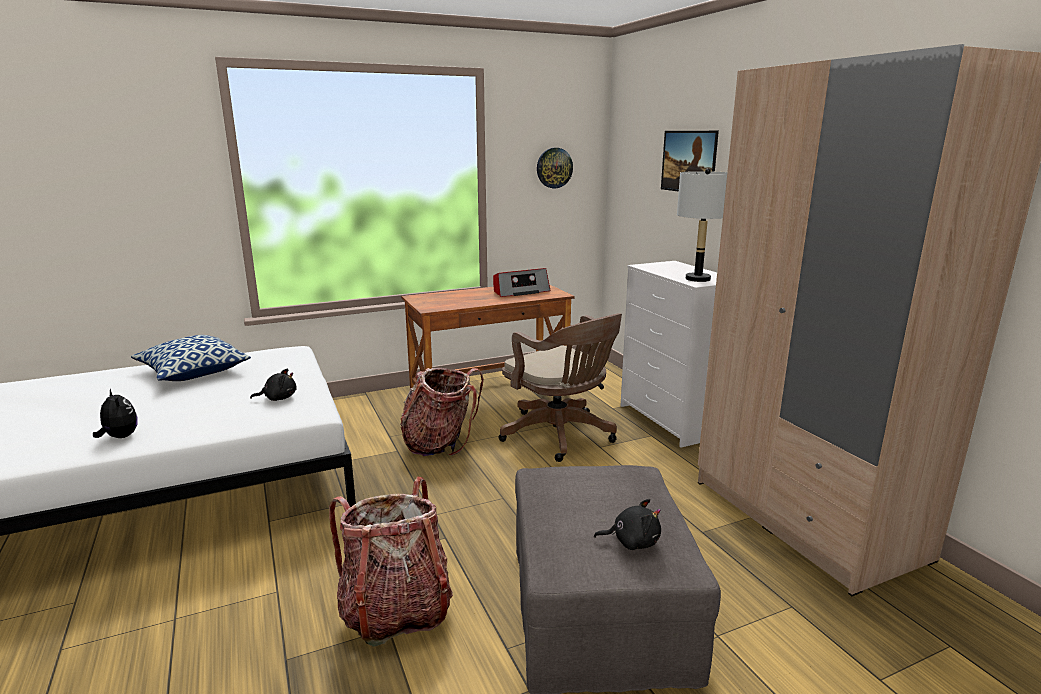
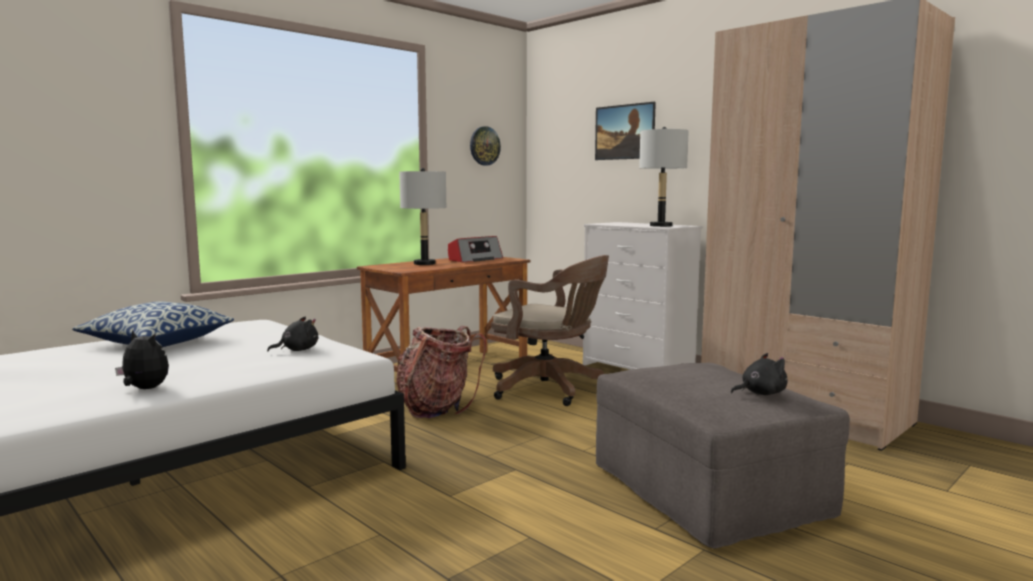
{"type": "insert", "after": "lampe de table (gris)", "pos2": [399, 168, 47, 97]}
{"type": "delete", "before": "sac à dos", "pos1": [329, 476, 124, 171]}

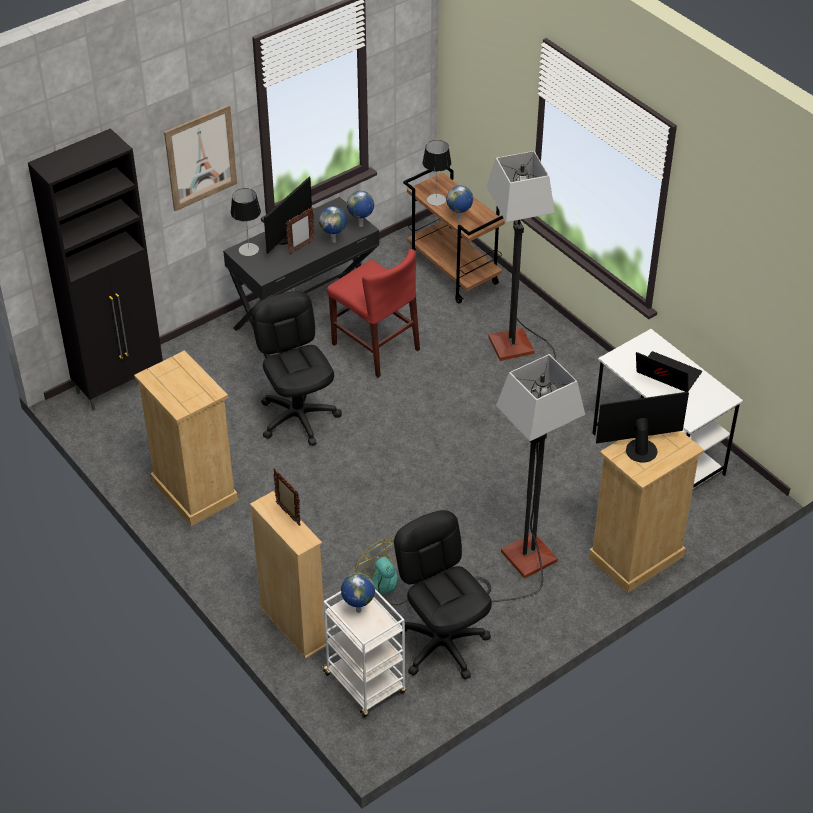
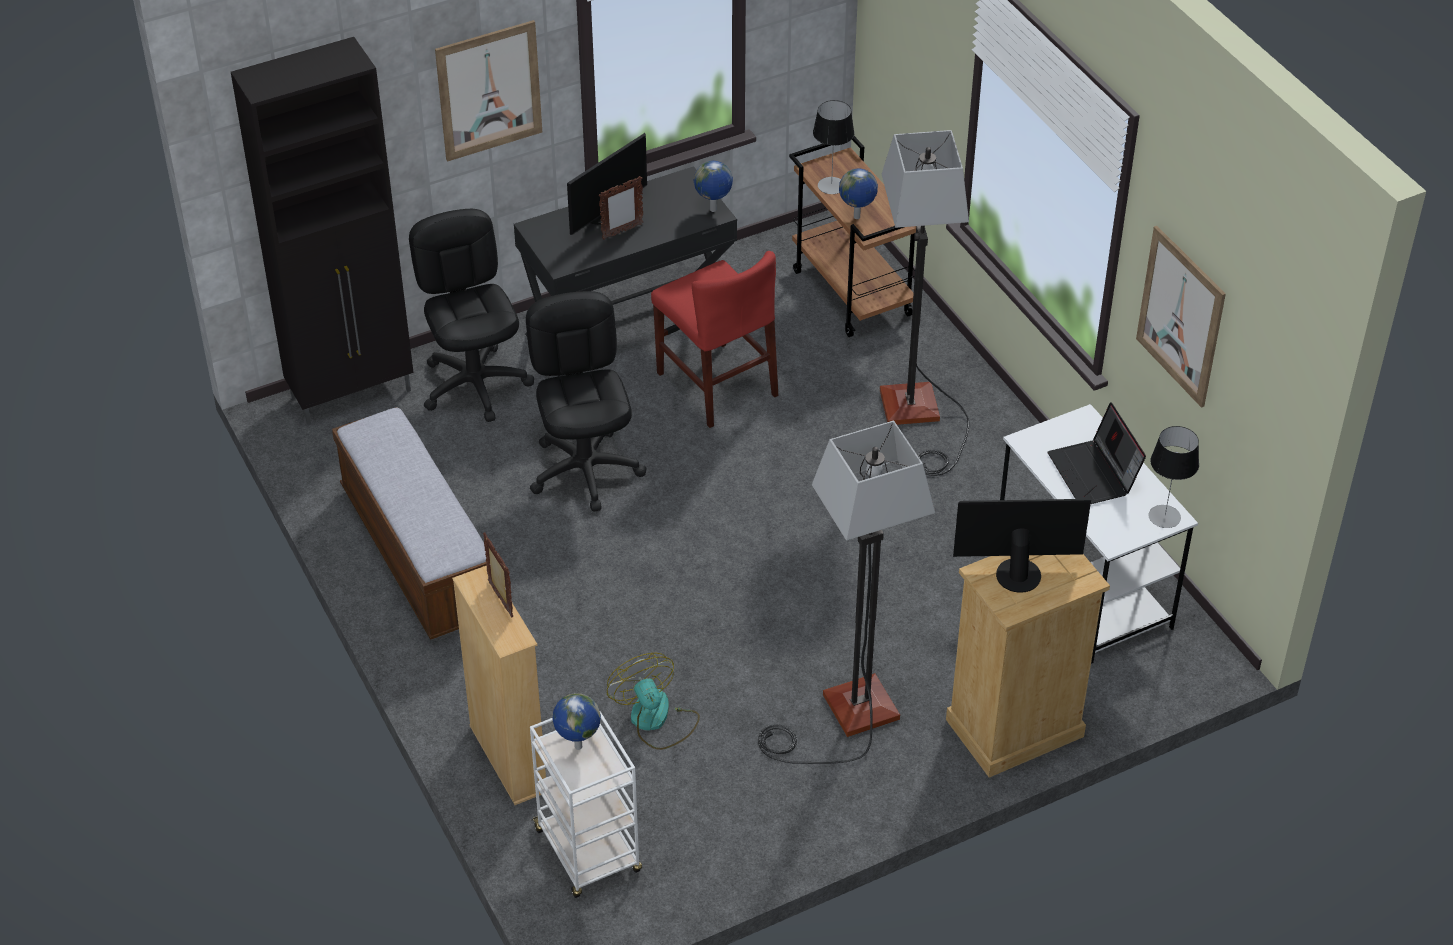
{"type": "replace", "before": "commode (beige)", "after": "banc", "pos1": [134, 350, 104, 176], "pos2": [332, 407, 155, 233]}
{"type": "move", "before": "chaise de bureau (noir)", "pos1": [394, 510, 98, 170], "pos2": [409, 209, 125, 213]}
{"type": "rotate", "before": "ordinateur portable", "pos1": [636, 351, 66, 41], "pos2": [1047, 402, 99, 102], "turn": -150}
{"type": "insert", "after": "tableau", "pos2": [1136, 226, 90, 182]}
{"type": "move", "before": "lampe de table", "pos1": [230, 188, 31, 68], "pos2": [1149, 426, 50, 102]}
{"type": "delete", "before": "globe", "pos1": [319, 206, 28, 37]}

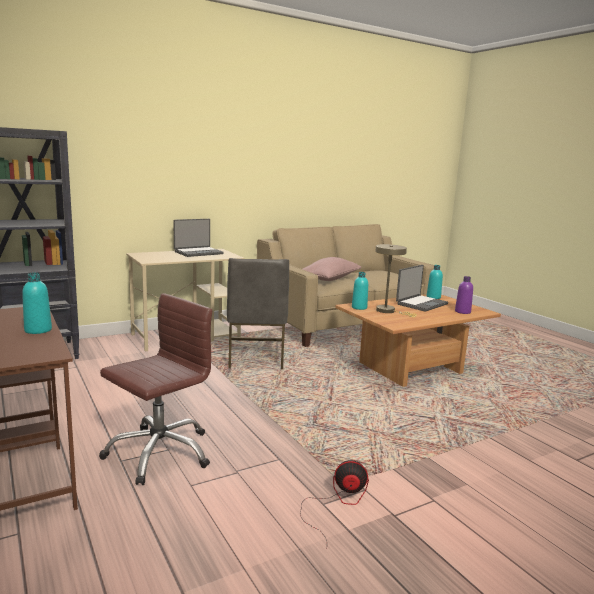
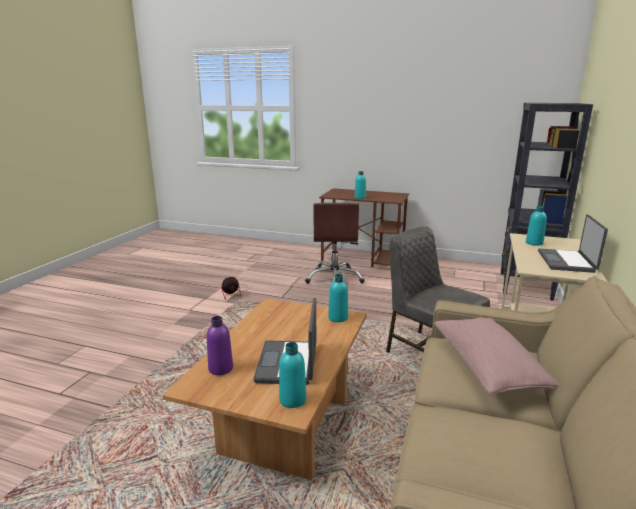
{"type": "insert", "after": "bouteille (turquoise)", "pos2": [526, 206, 21, 40]}
{"type": "delete", "before": "lampe de table (beige)", "pos1": [375, 244, 42, 73]}

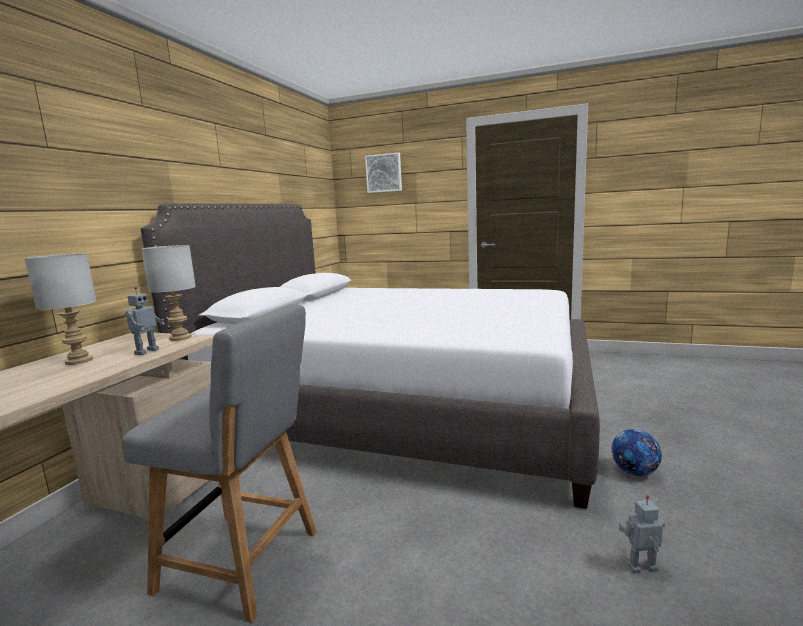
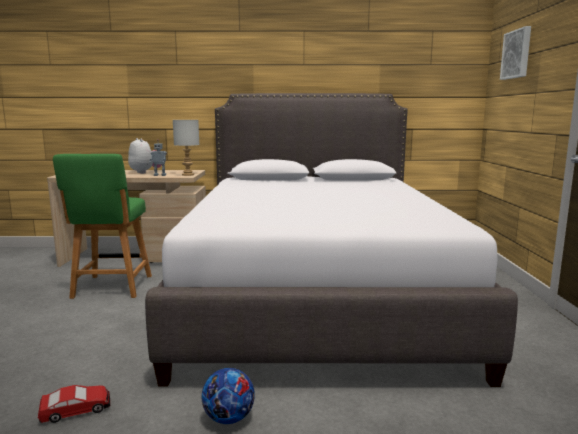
{"type": "replace", "before": "robot jouet", "after": "petite voiture", "pos1": [619, 495, 46, 79], "pos2": [38, 385, 72, 38]}
{"type": "recolor", "before": "chaise (gris)", "after": "chaise (vert)", "pos1": [121, 304, 196, 319], "pos2": [53, 154, 99, 145]}
{"type": "replace", "before": "lampe de table (gris)", "after": "peluche", "pos1": [24, 253, 72, 112], "pos2": [128, 138, 34, 36]}

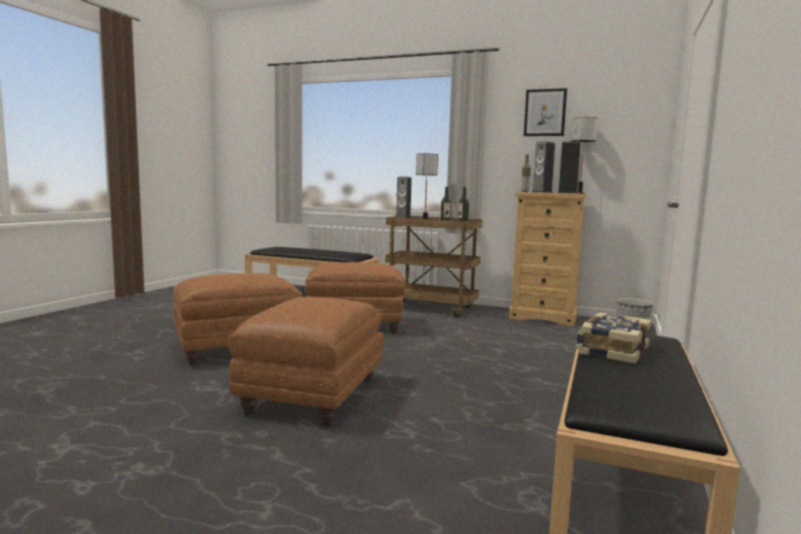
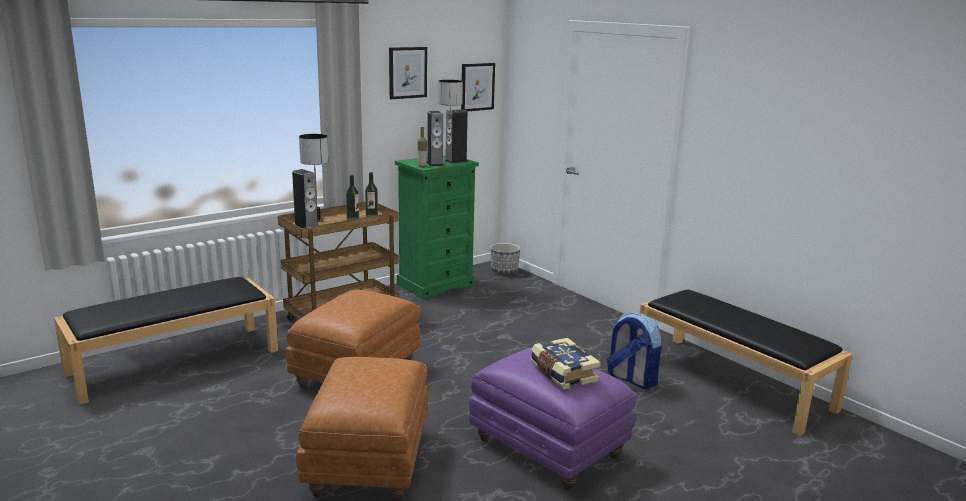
{"type": "recolor", "before": "commode (beige)", "after": "commode (vert)", "pos1": [509, 192, 78, 134], "pos2": [395, 155, 84, 144]}
{"type": "insert", "after": "tableau", "pos2": [461, 63, 34, 48]}
{"type": "recolor", "before": "pouf (marron)", "after": "pouf (violet)", "pos1": [228, 297, 156, 130], "pos2": [469, 347, 168, 143]}
{"type": "move", "before": "livre", "pos1": [576, 312, 75, 52], "pos2": [531, 338, 70, 51]}
{"type": "insert", "after": "sac à dos", "pos2": [607, 313, 54, 76]}

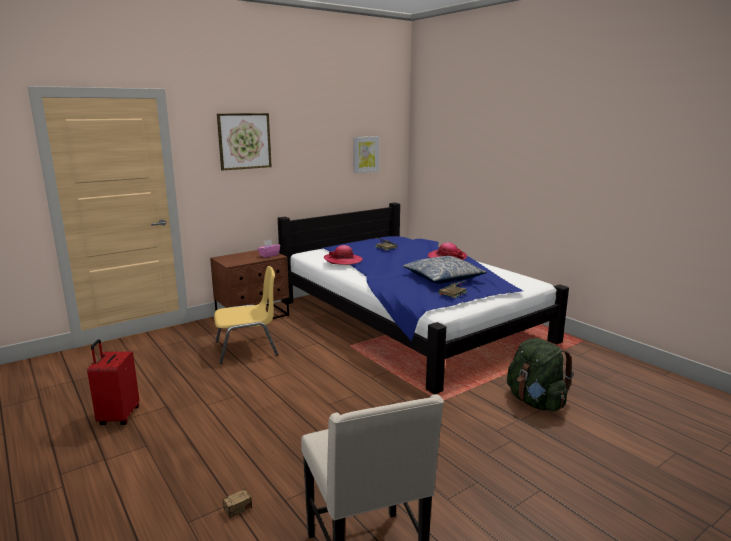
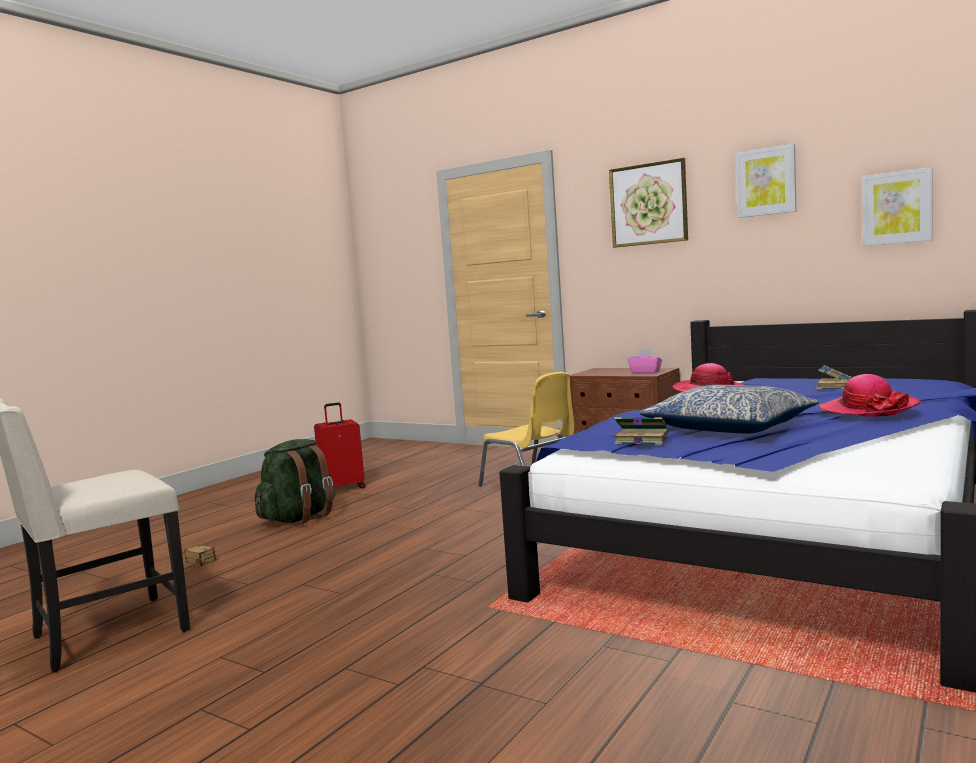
{"type": "move", "before": "sac à dos (vert)", "pos1": [507, 338, 66, 74], "pos2": [255, 439, 80, 86]}
{"type": "insert", "after": "tableau", "pos2": [735, 144, 61, 74]}

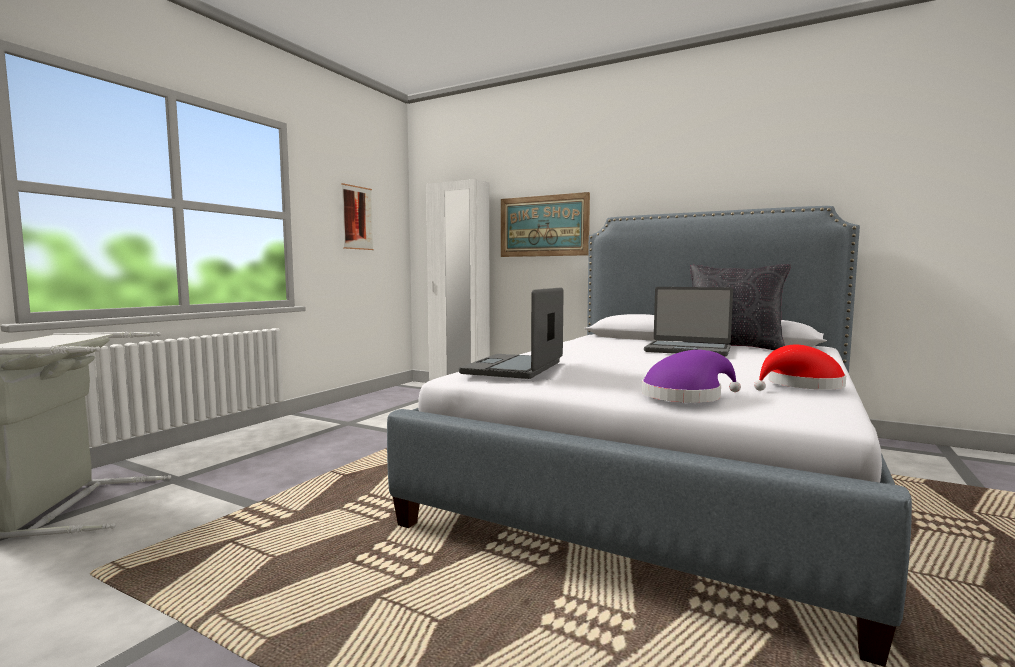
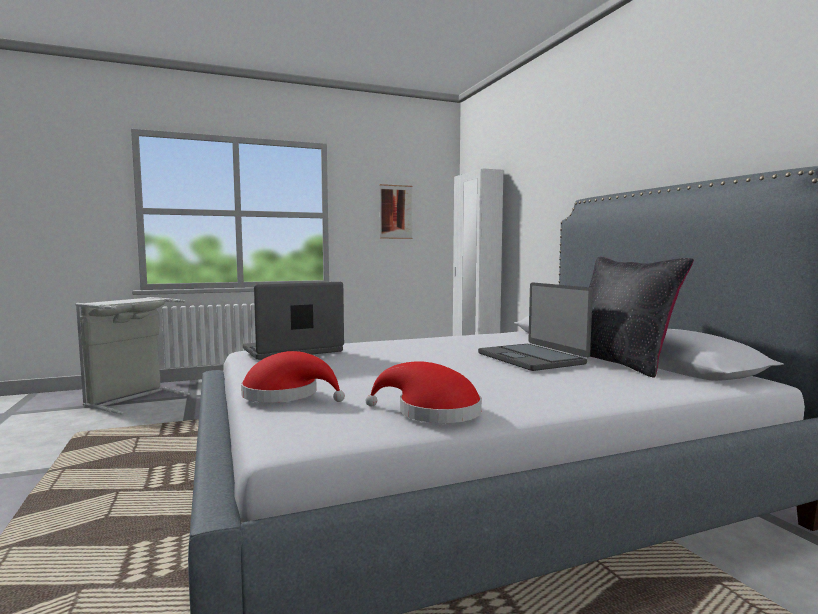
{"type": "recolor", "before": "chapeau (violet)", "after": "chapeau (rouge)", "pos1": [642, 350, 99, 53], "pos2": [241, 351, 104, 51]}
{"type": "delete", "before": "tableau", "pos1": [501, 192, 89, 65]}

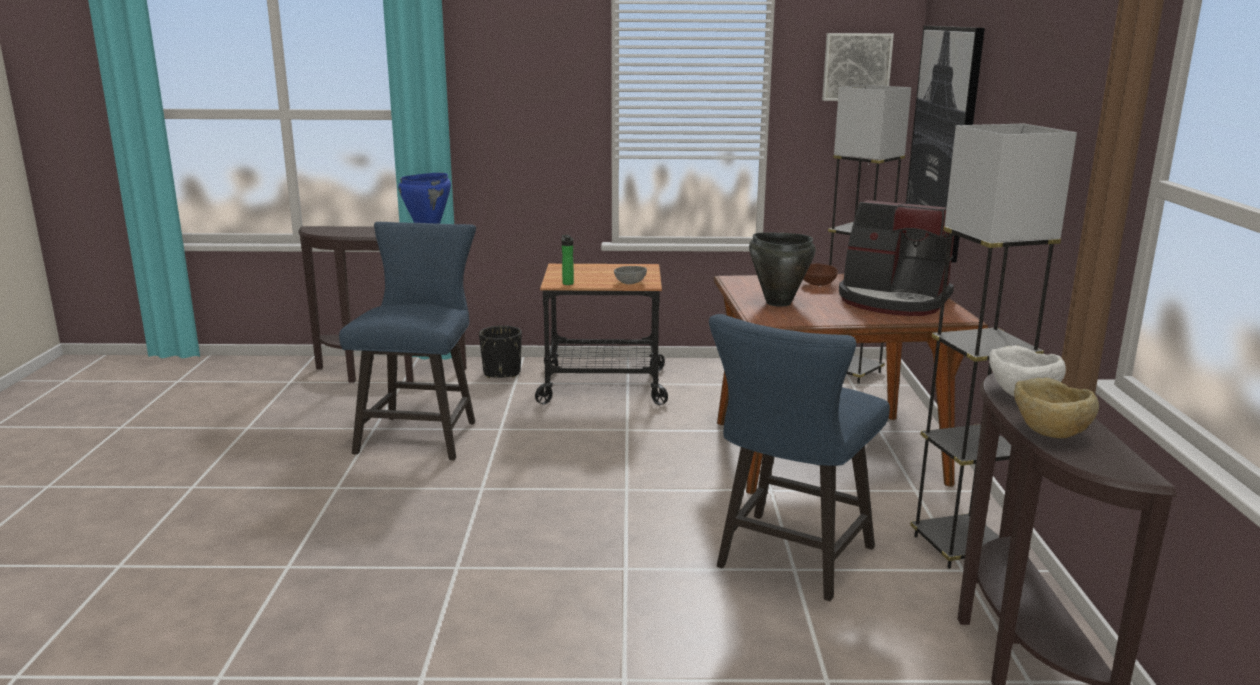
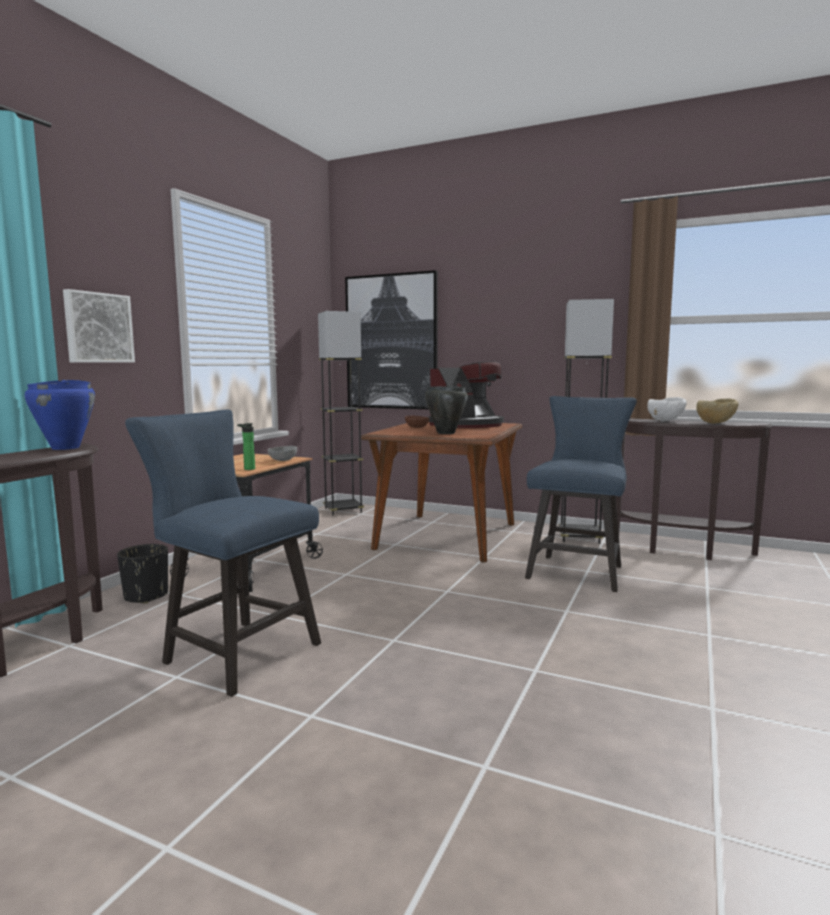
{"type": "move", "before": "tableau", "pos1": [822, 33, 72, 68], "pos2": [63, 289, 72, 74]}
{"type": "rotate", "before": "chaise (bleu)", "pos1": [709, 314, 181, 287], "pos2": [525, 396, 112, 196], "turn": -120}

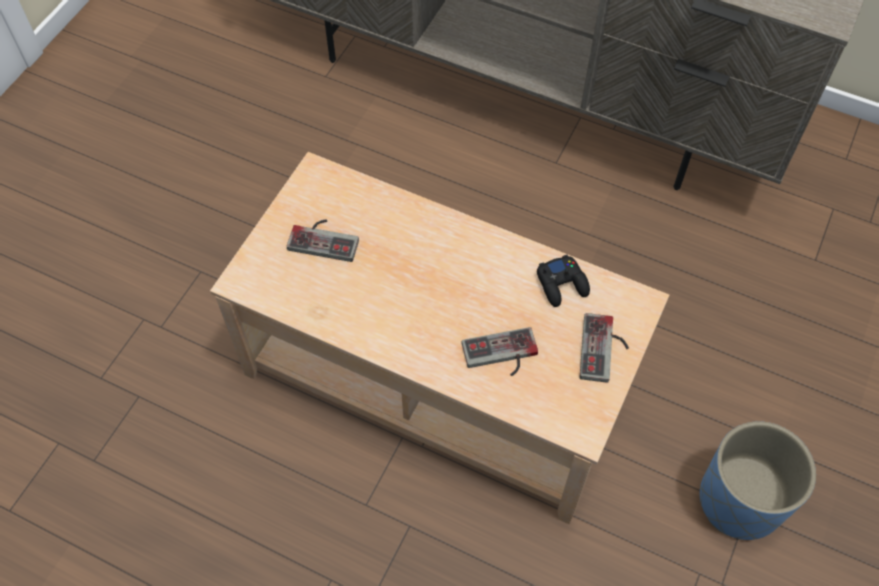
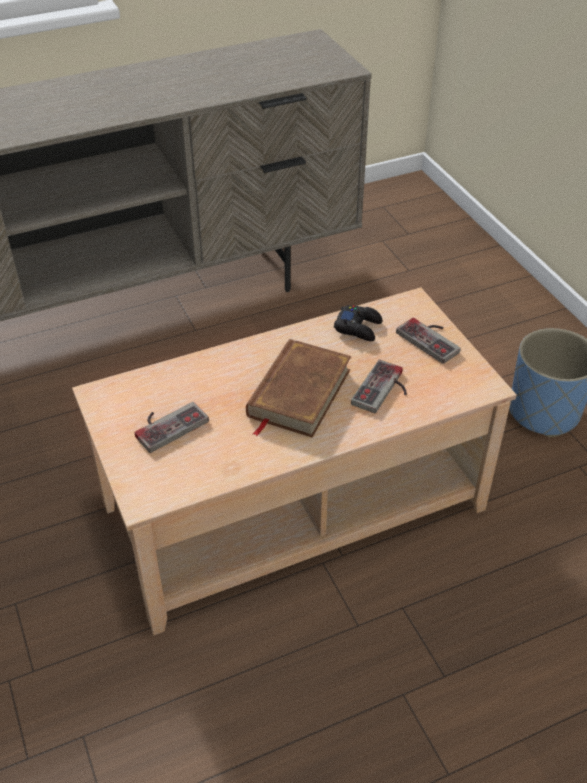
{"type": "insert", "after": "livre (marron)", "pos2": [246, 339, 105, 99]}

